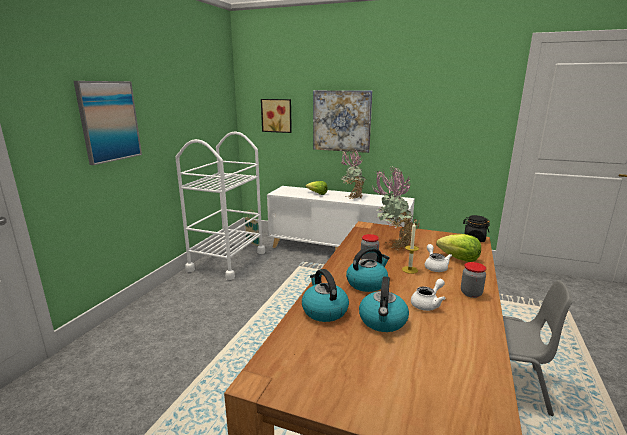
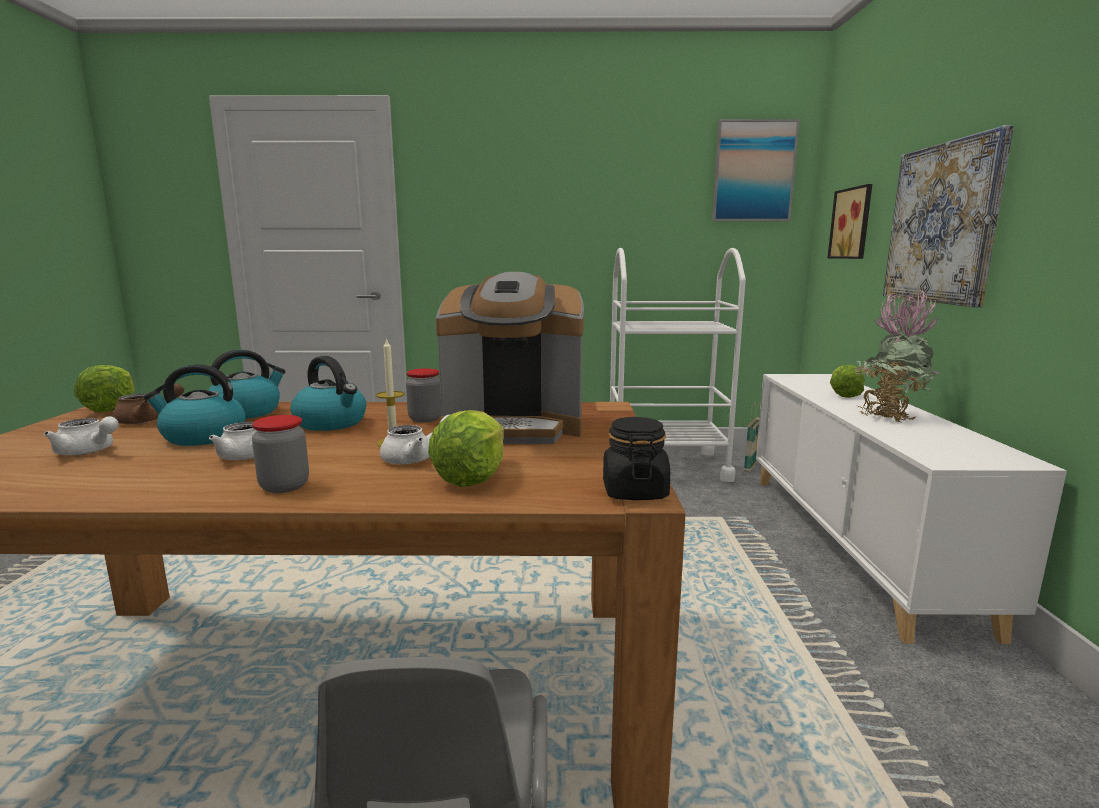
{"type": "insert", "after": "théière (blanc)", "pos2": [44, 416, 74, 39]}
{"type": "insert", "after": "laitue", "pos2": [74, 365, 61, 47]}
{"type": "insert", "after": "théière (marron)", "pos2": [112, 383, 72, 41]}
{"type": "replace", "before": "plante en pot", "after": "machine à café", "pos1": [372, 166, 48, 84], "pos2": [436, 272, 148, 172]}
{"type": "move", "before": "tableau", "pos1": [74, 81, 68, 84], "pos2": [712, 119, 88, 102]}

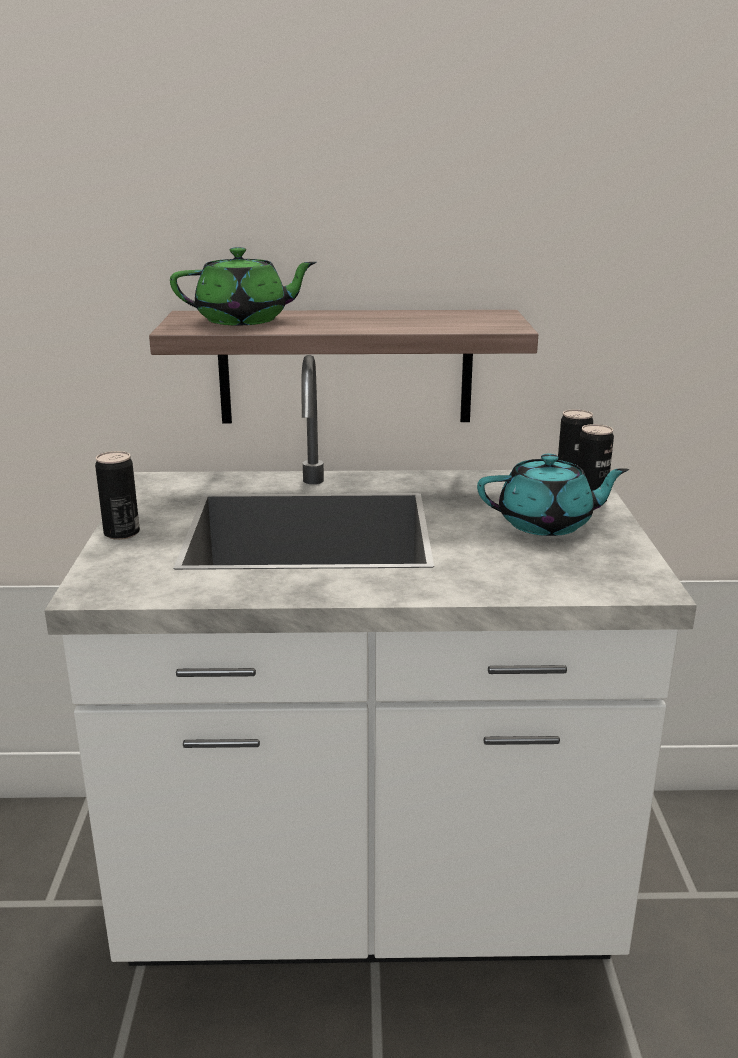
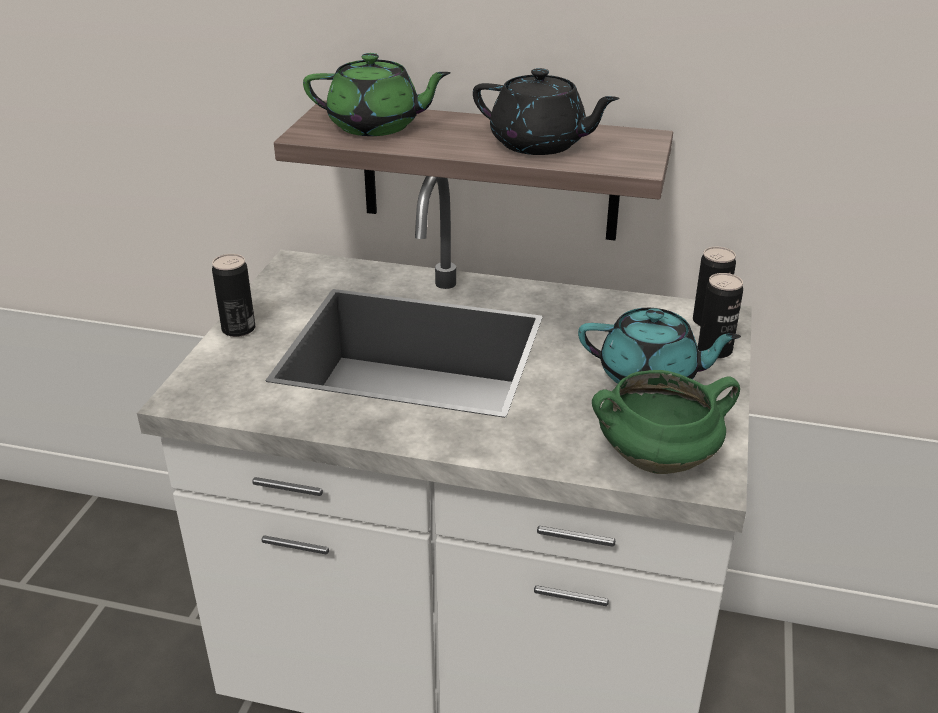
{"type": "insert", "after": "théière (noir)", "pos2": [473, 68, 147, 87]}
{"type": "insert", "after": "marmite (vert)", "pos2": [592, 370, 148, 104]}

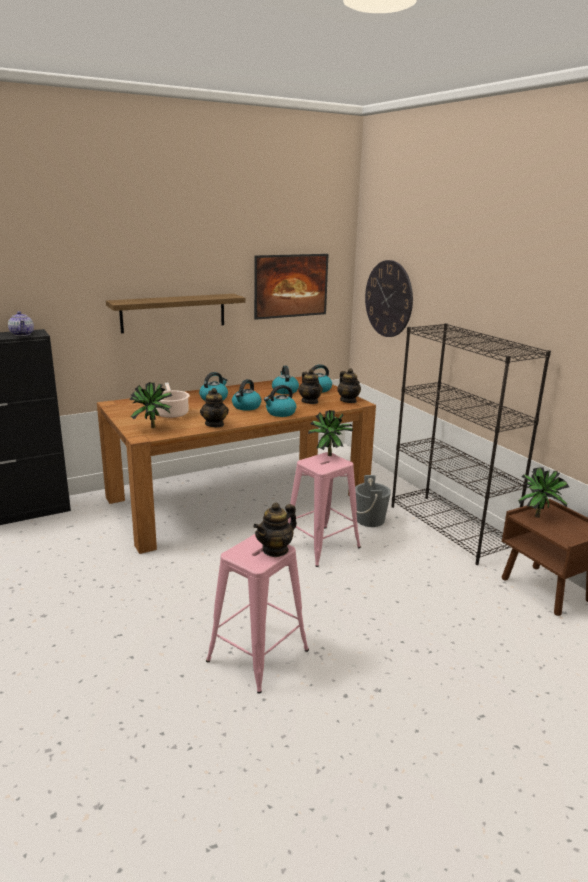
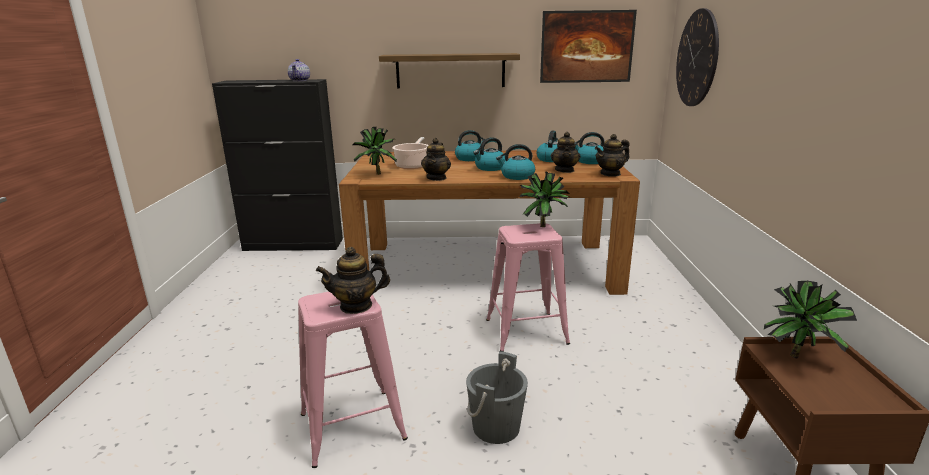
{"type": "move", "before": "seau (gris)", "pos1": [355, 475, 36, 52], "pos2": [466, 351, 62, 93]}
{"type": "rotate", "before": "théière", "pos1": [338, 368, 23, 35], "pos2": [595, 134, 35, 43], "turn": 60}
{"type": "delete", "before": "bibliothèque (noir)", "pos1": [392, 323, 159, 242]}

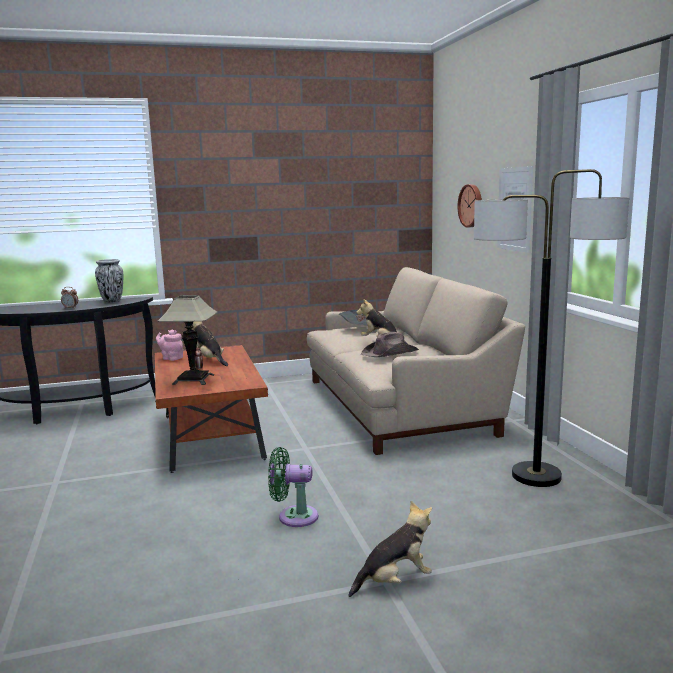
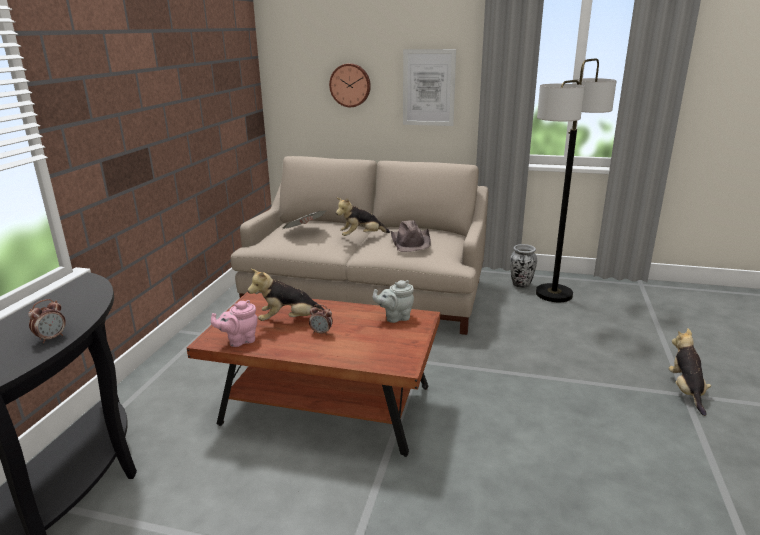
{"type": "insert", "after": "théière (gris)", "pos2": [373, 280, 41, 43]}
{"type": "move", "before": "vase", "pos1": [95, 259, 28, 44], "pos2": [510, 244, 27, 44]}
{"type": "delete", "before": "lampe de table", "pos1": [157, 295, 61, 90]}
{"type": "delete", "before": "ventilateur (vert)", "pos1": [268, 447, 51, 80]}

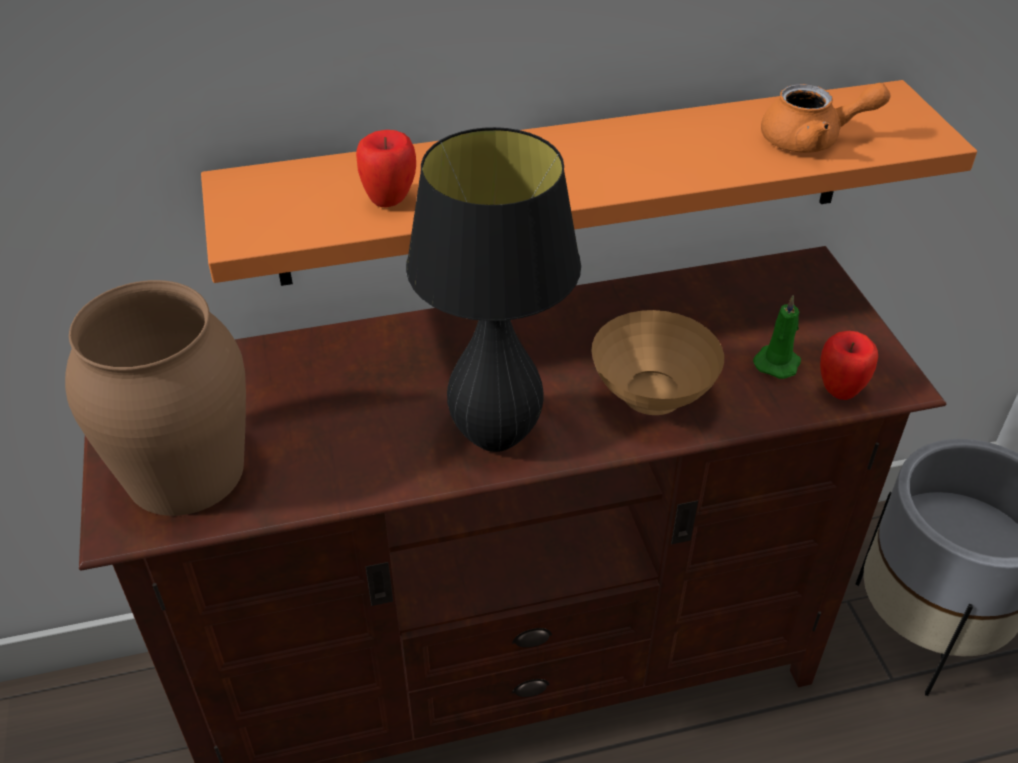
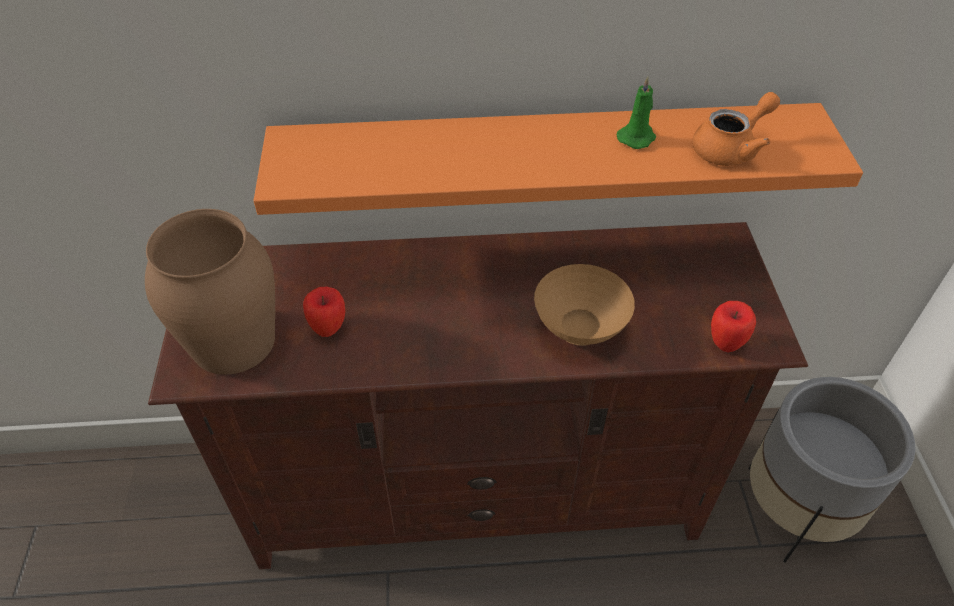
{"type": "move", "before": "pomme", "pos1": [356, 130, 60, 78], "pos2": [303, 287, 42, 50]}
{"type": "move", "before": "bougie (vert)", "pos1": [753, 295, 48, 84], "pos2": [617, 76, 39, 73]}
{"type": "rotate", "before": "théière (orange)", "pos1": [761, 82, 129, 71], "pos2": [692, 92, 88, 74], "turn": -45}
{"type": "delete", "before": "lampe de table (noir)", "pos1": [406, 127, 175, 325]}

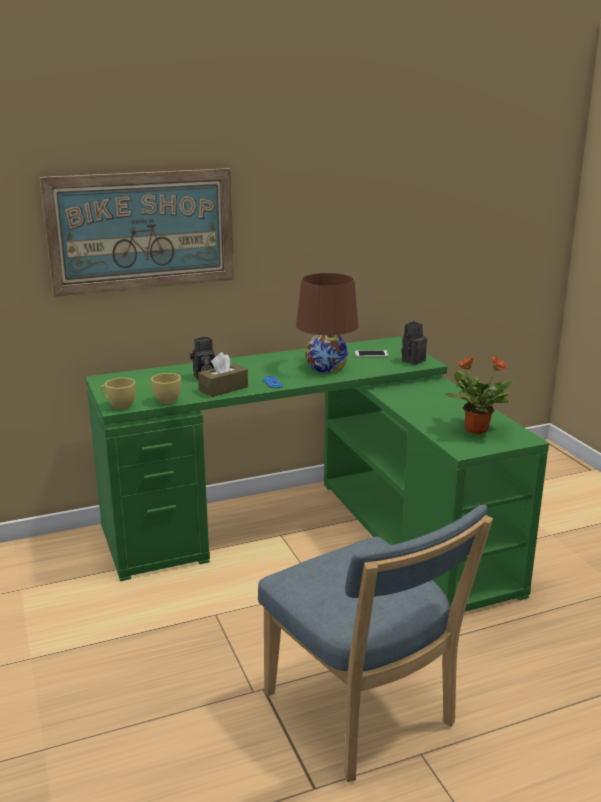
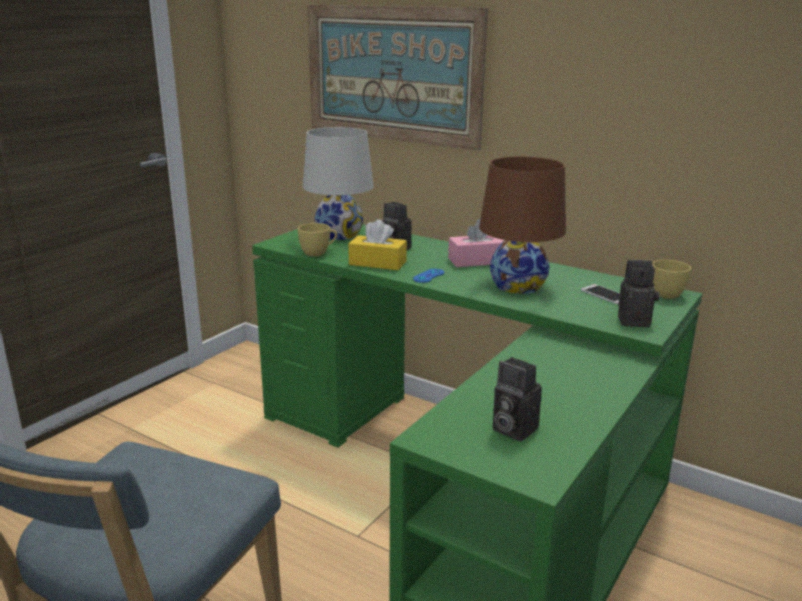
{"type": "insert", "after": "lampe de table (blanc)", "pos2": [303, 127, 71, 113]}
{"type": "recolor", "before": "boîte à mouchoirs (marron)", "after": "boîte à mouchoirs (jaune)", "pos1": [198, 352, 50, 45], "pos2": [348, 219, 59, 51]}
{"type": "insert", "after": "boîte à mouchoirs (rose)", "pos2": [448, 219, 56, 48]}
{"type": "replace", "before": "plante en pot", "after": "appareil photo", "pos1": [446, 355, 69, 79], "pos2": [493, 357, 49, 84]}
{"type": "move", "before": "tasse (jaune)", "pos1": [100, 378, 35, 31], "pos2": [652, 260, 39, 39]}

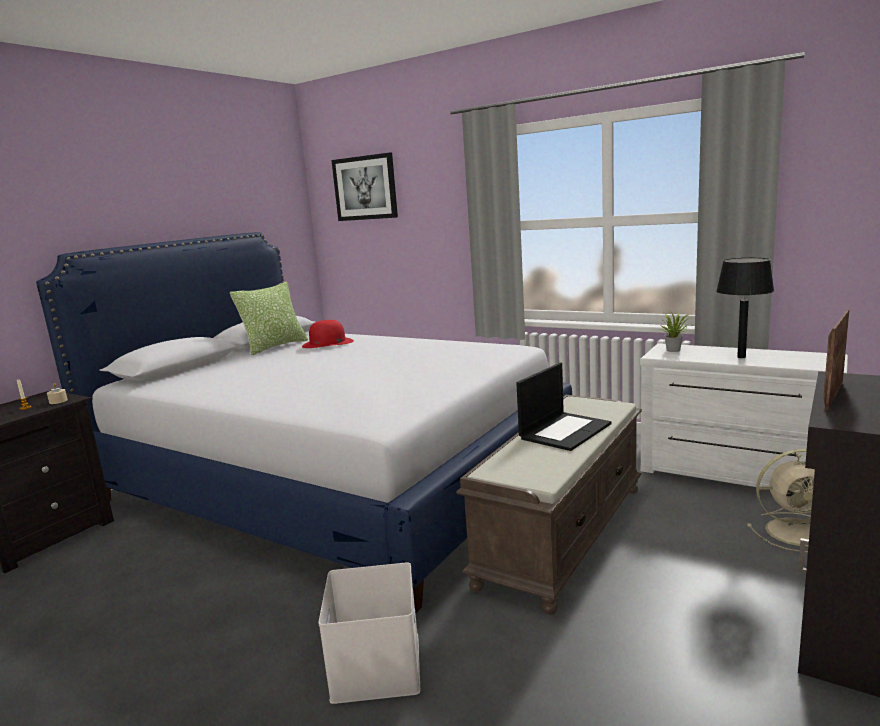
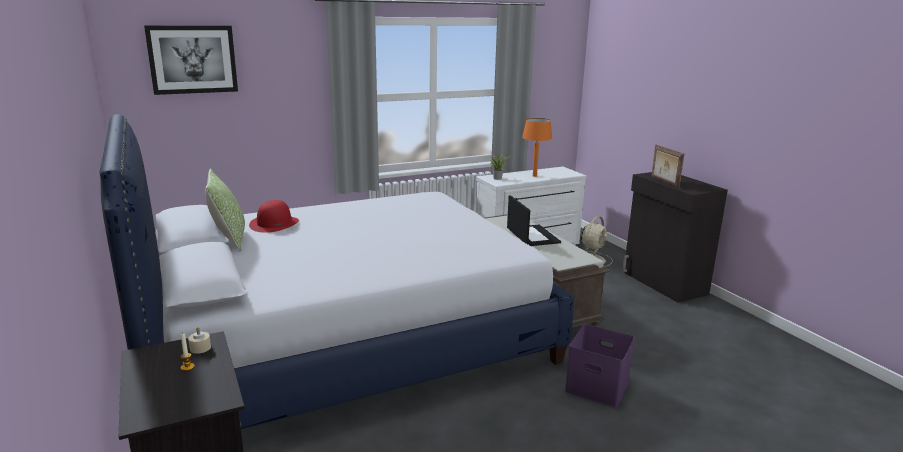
{"type": "recolor", "before": "lampe de table (noir)", "after": "lampe de table (orange)", "pos1": [716, 257, 58, 101], "pos2": [522, 118, 30, 59]}
{"type": "recolor", "before": "boîte de rangement (blanc)", "after": "boîte de rangement (violet)", "pos1": [319, 562, 101, 142], "pos2": [565, 324, 70, 84]}

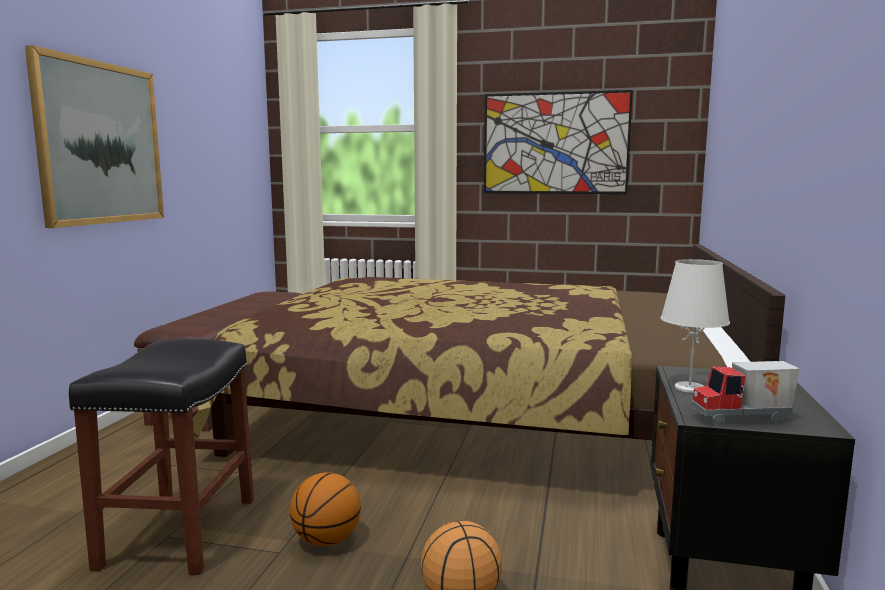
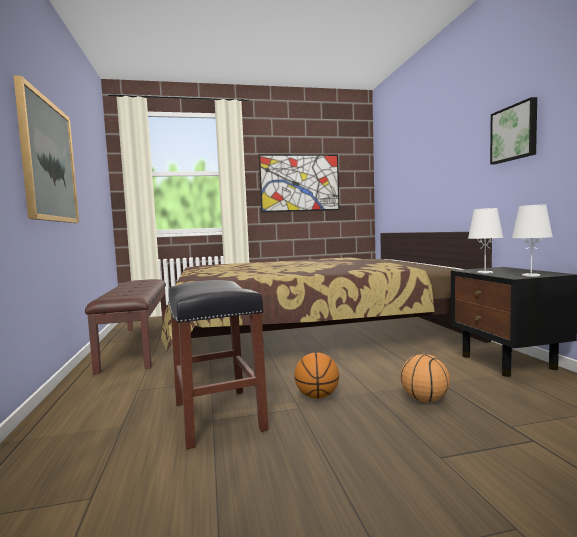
{"type": "insert", "after": "tableau", "pos2": [490, 97, 47, 67]}
{"type": "replace", "before": "camion jouet", "after": "lampe de table (blanc)", "pos1": [691, 361, 109, 64], "pos2": [512, 204, 41, 73]}

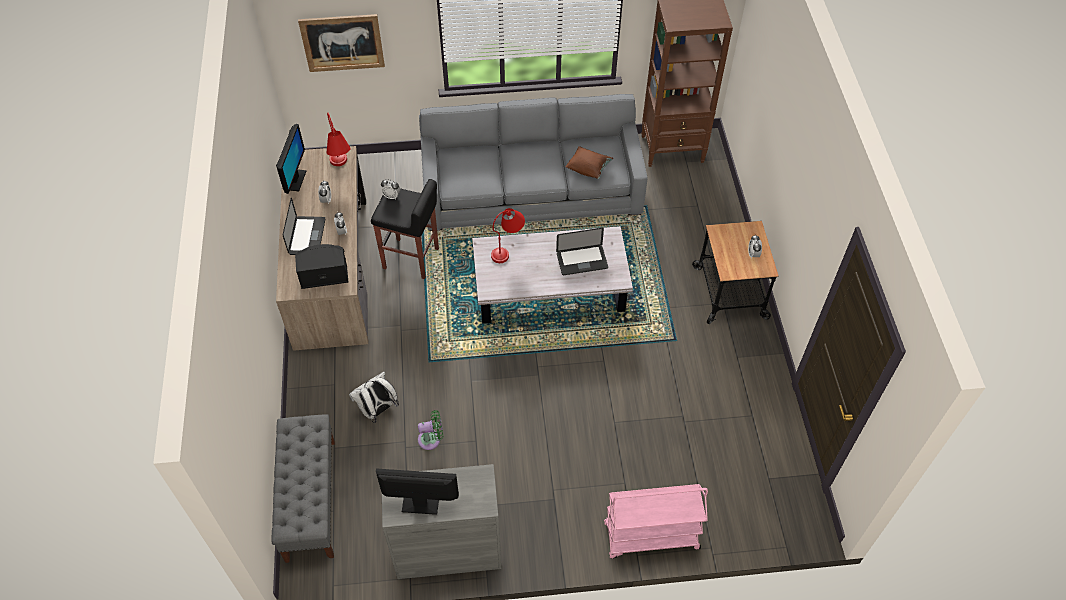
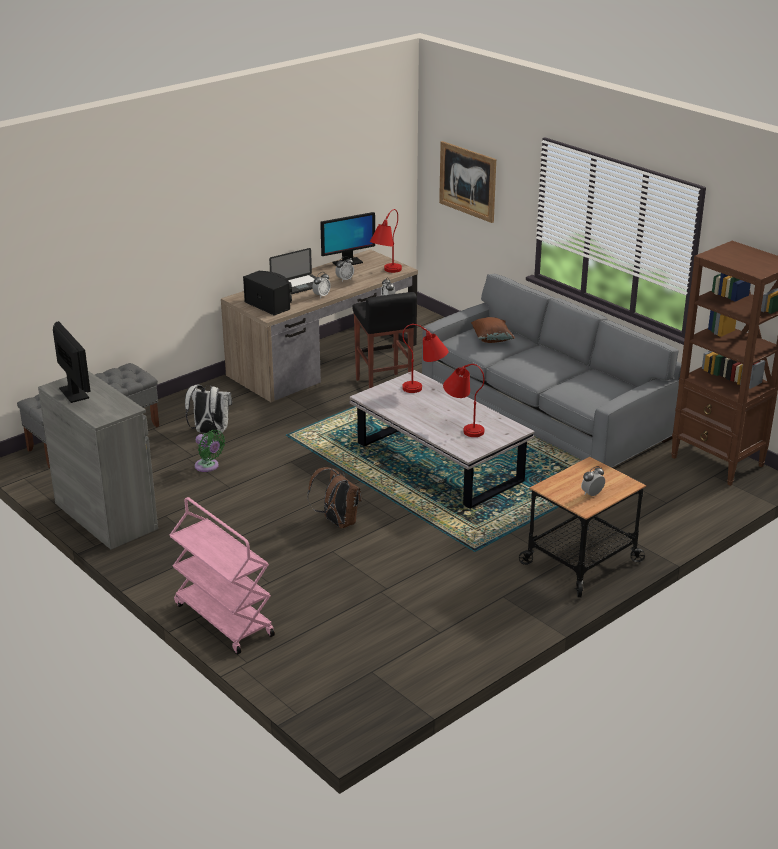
{"type": "insert", "after": "sac à dos (marron)", "pos2": [307, 467, 55, 62]}
{"type": "replace", "before": "ordinateur portable", "after": "lampe de table (rouge)", "pos1": [556, 228, 52, 47], "pos2": [443, 364, 41, 73]}
{"type": "move", "before": "coussin (marron)", "pos1": [565, 146, 48, 33], "pos2": [471, 317, 44, 26]}

